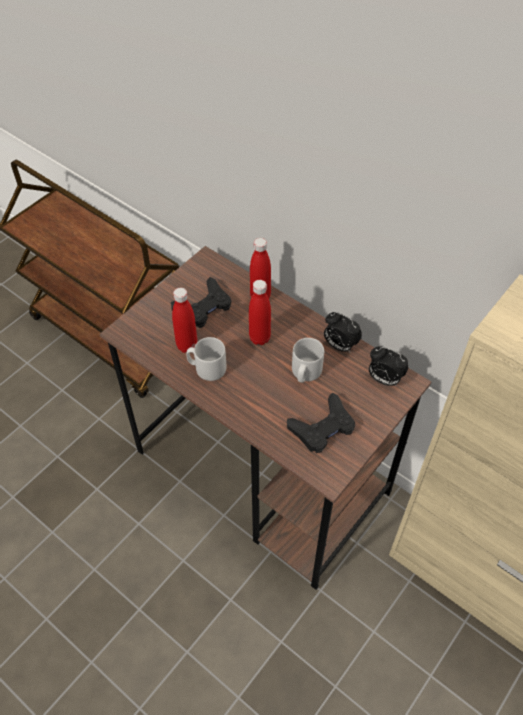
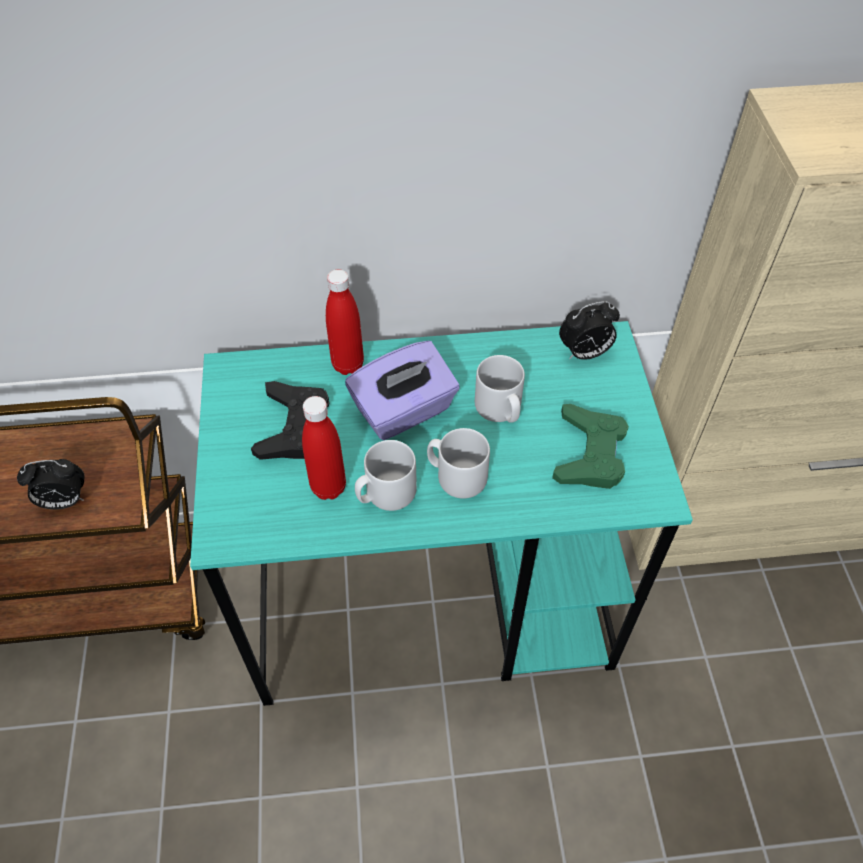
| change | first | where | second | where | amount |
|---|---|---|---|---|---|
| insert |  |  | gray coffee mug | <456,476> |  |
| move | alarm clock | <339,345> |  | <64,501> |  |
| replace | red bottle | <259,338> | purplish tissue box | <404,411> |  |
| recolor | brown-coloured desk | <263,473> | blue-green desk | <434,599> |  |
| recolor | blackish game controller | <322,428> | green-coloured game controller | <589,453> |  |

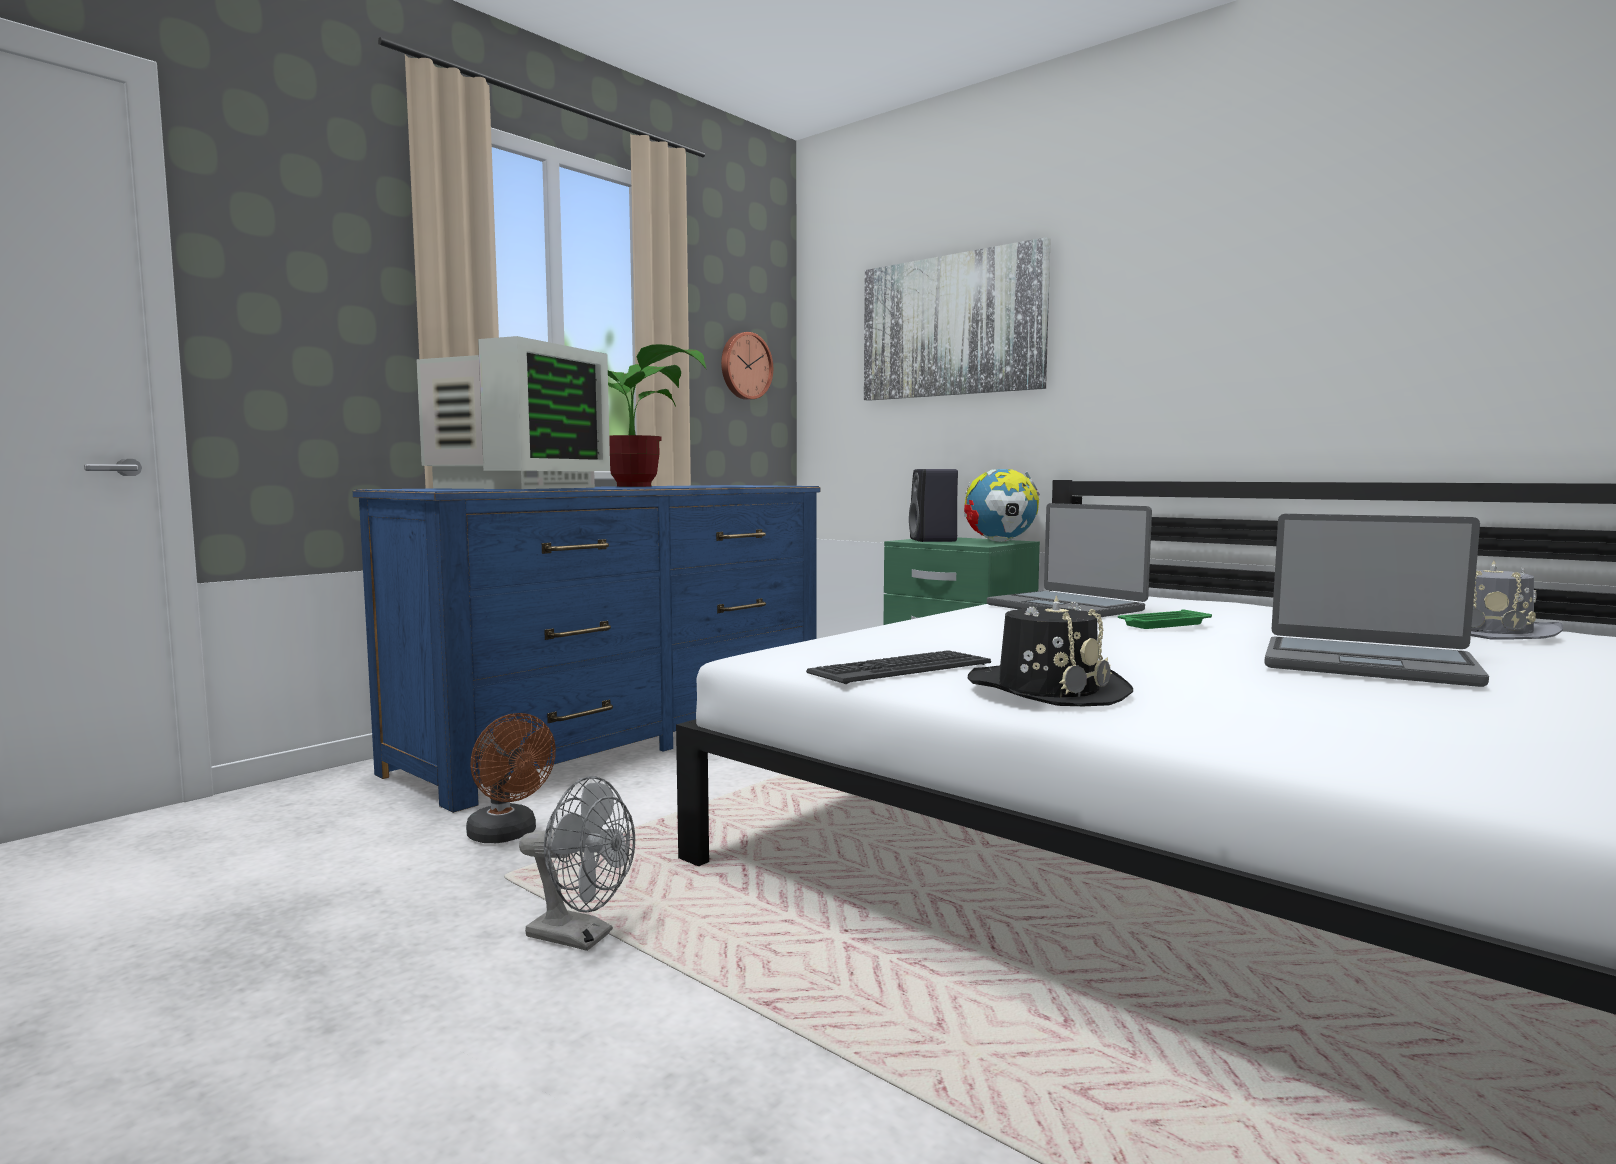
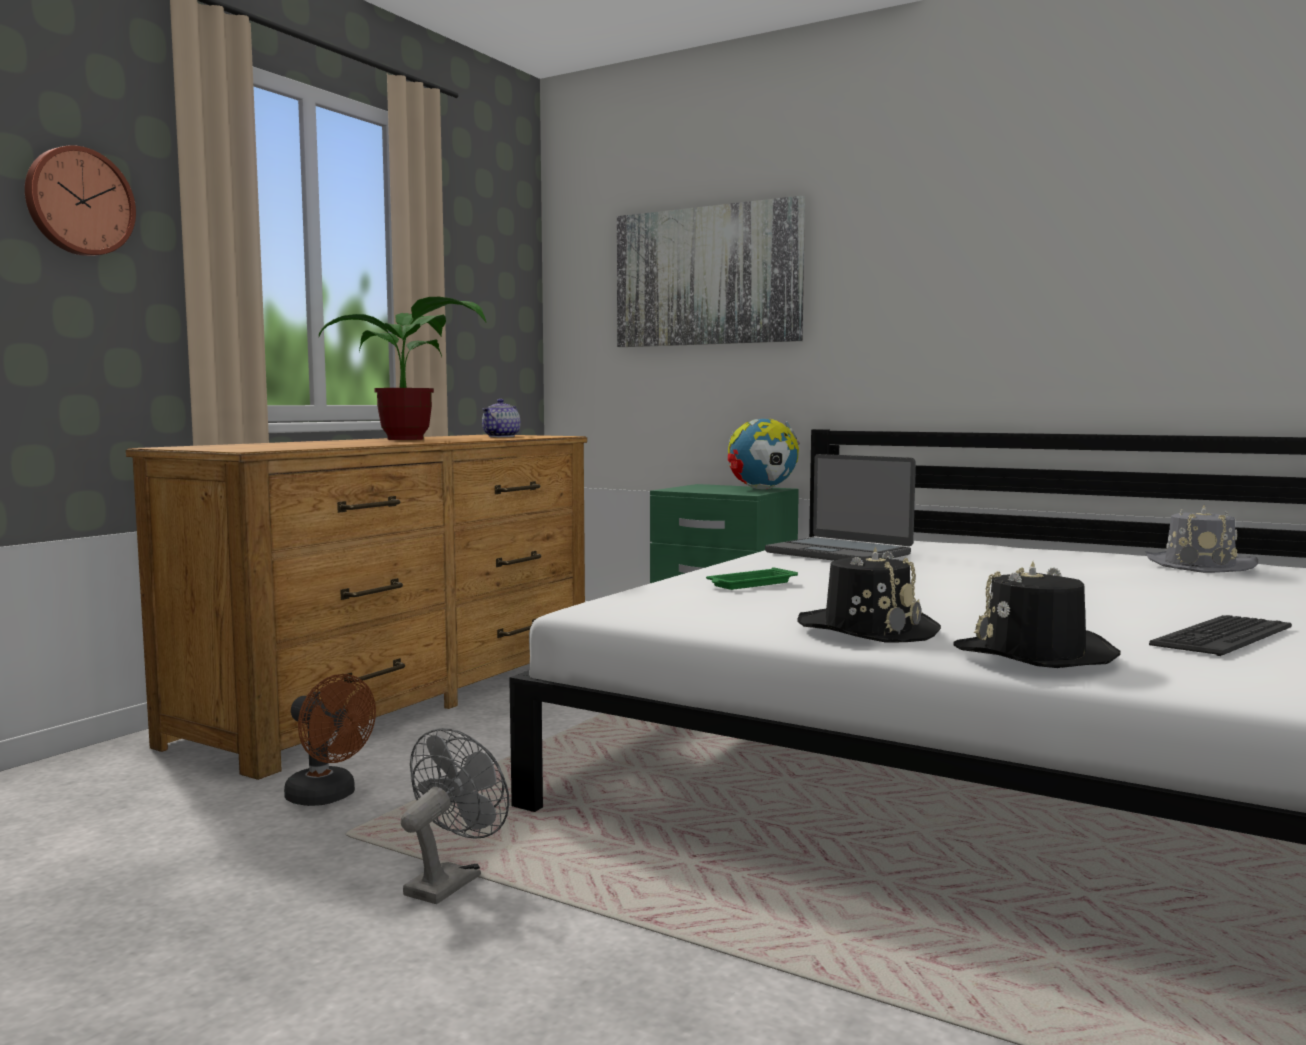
| change | first | where | second | where | amount |
|---|---|---|---|---|---|
| delete | computer screen | <515,488> |  |  |  |
| delete | blackish loudspeaker | <934,540> |  |  |  |
| delete | notebook computer | <1367,664> |  |  |  |
| insert |  |  | teapot | <502,437> |  |
| insert |  |  | blackish wearable hat | <1035,654> |  |
| move | hanging clock | <745,366> |  | <78,202> |  |
| move | PC keyboard | <899,668> |  | <1220,636> |  |
| move | green-coloured tray | <1162,624> |  | <750,584> |  |
| recolor | blue drawer chest | <624,736> | brown-coloured drawer chest | <400,696> |  |
| rotate | gray cooling fan | <581,937> |  | <450,881> | 75 degrees counterclockwise |

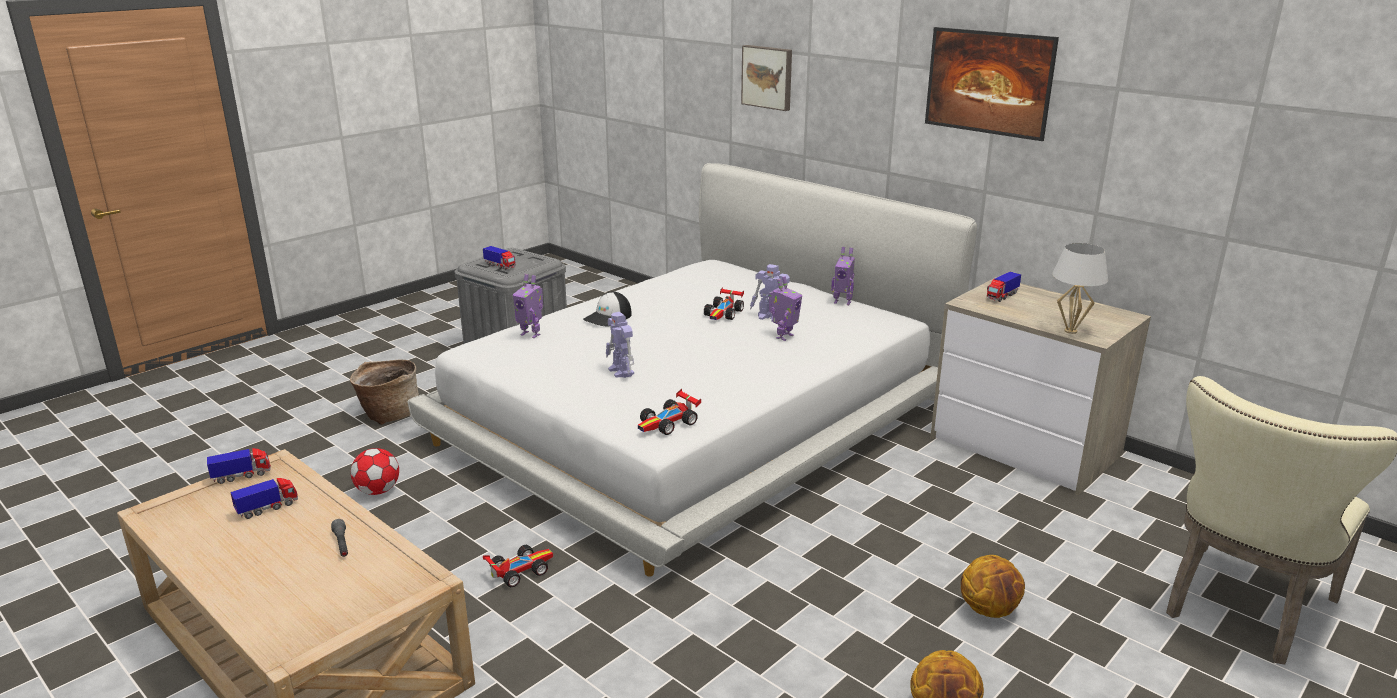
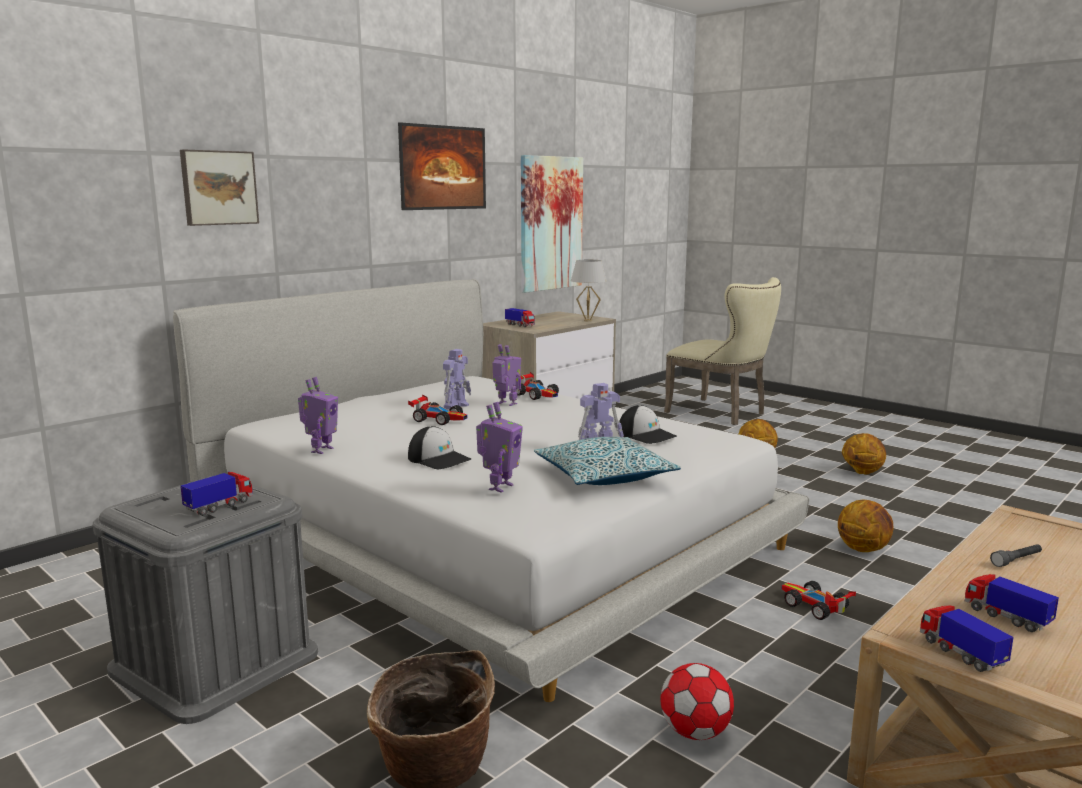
| change | first | where | second | where | amount |
|---|---|---|---|---|---|
| insert |  |  | wall picture | <551,223> |  |
| insert |  |  | cushion | <604,476> |  |
| insert |  |  | cap | <646,435> |  |
| insert |  |  | ball for basketball | <863,549> |  |
| move | model car | <669,423> |  | <537,395> |  |
| move | toy robot | <842,302> |  | <321,450> |  |

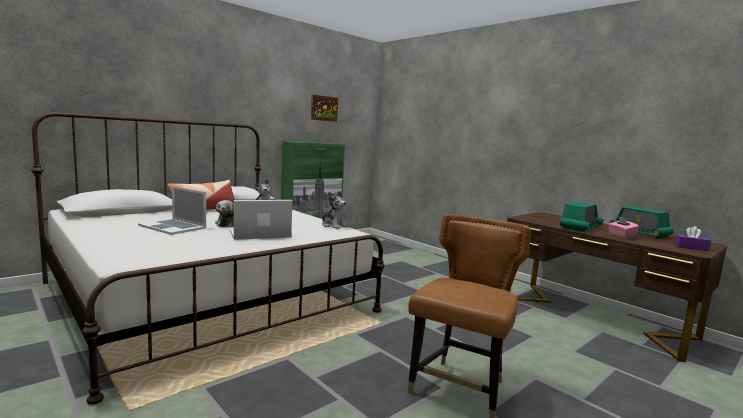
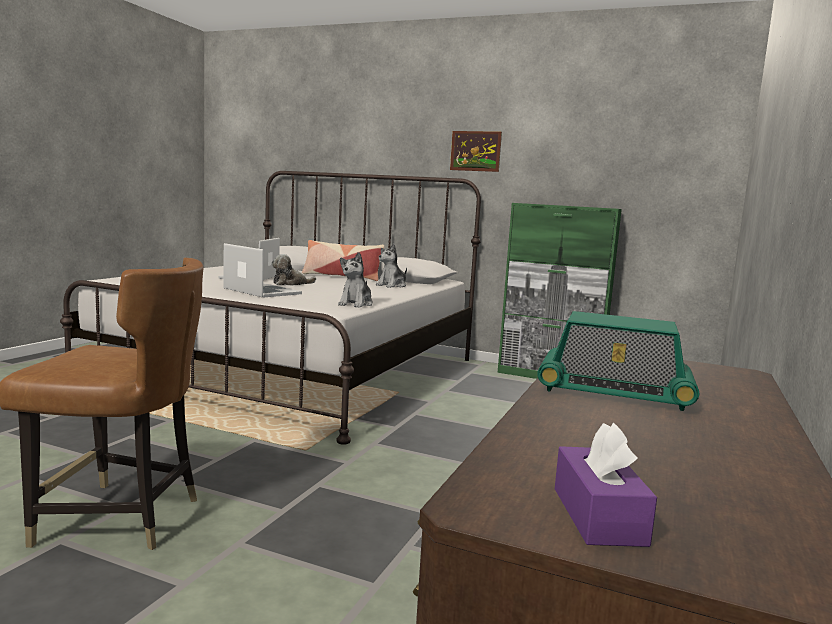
| change | first | where | second | where | amount |
|---|---|---|---|---|---|
| delete | pink-coloured tissue box | <621,236> |  |  |  |
| delete | radio receiver | <639,233> |  |  |  |
| move | wall picture | <324,108> |  | <475,151> |  |

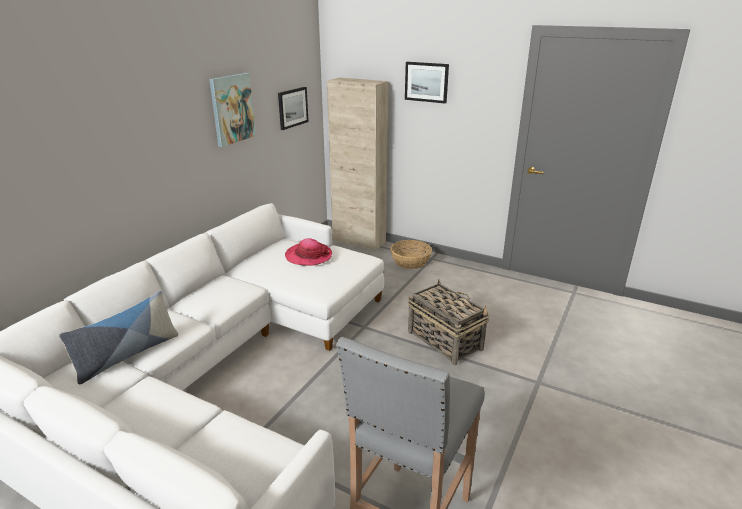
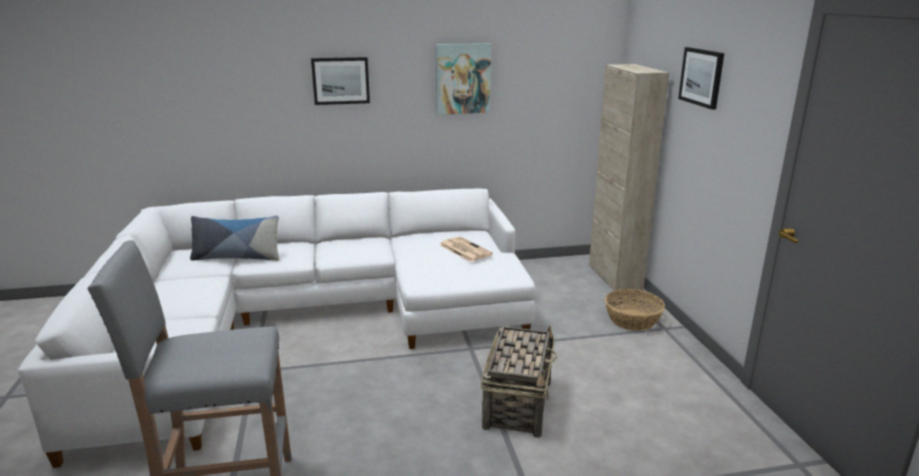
| change | first | where | second | where | amount |
|---|---|---|---|---|---|
| move | wall picture | <292,107> |  | <341,80> |  |
| replace | wearable hat | <308,256> | newspaper | <464,249> |  |

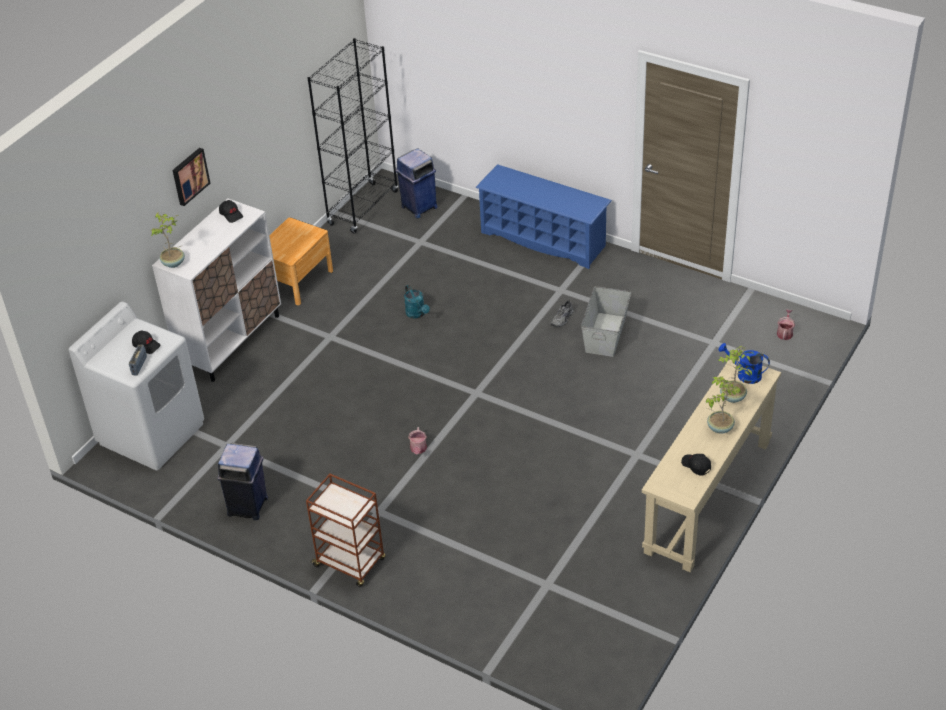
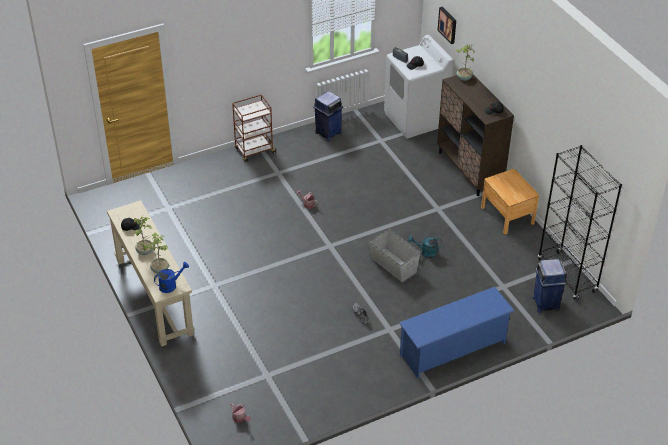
| change | first | where | second | where | amount |
|---|---|---|---|---|---|
| move | wall picture | <189,176> |  | <448,25> |  |
| move | gray storage bin | <606,334> |  | <393,265> |  |
| recolor | white-coloured storage cabinet | <231,341> | brown-coloured storage cabinet | <469,170> |  |

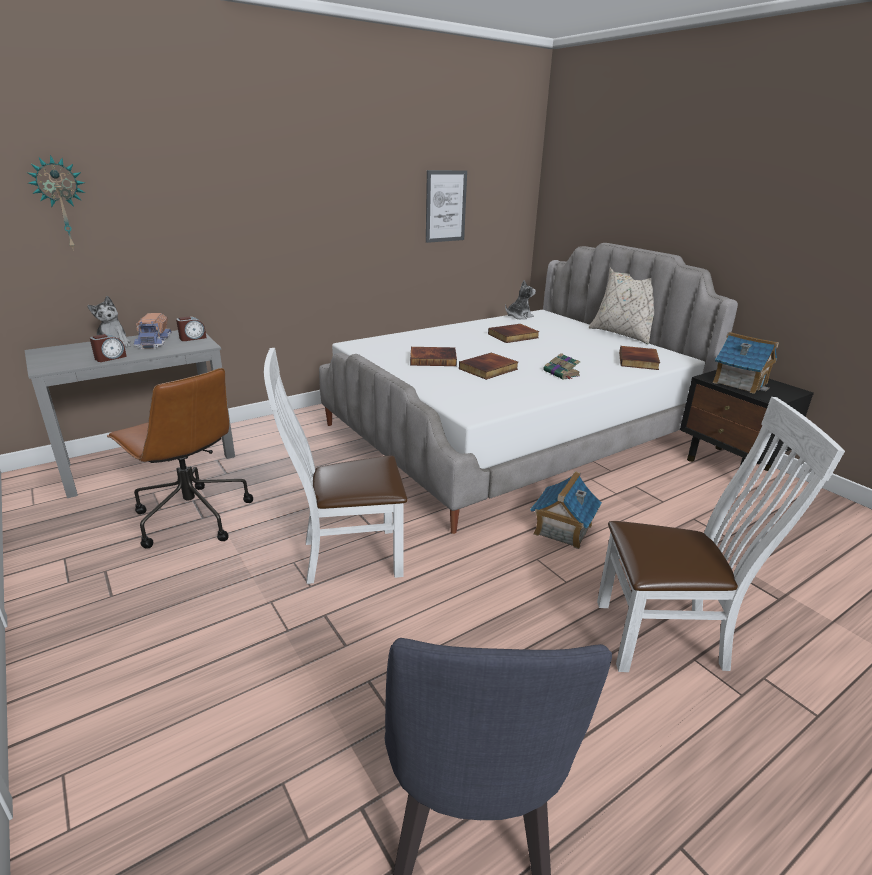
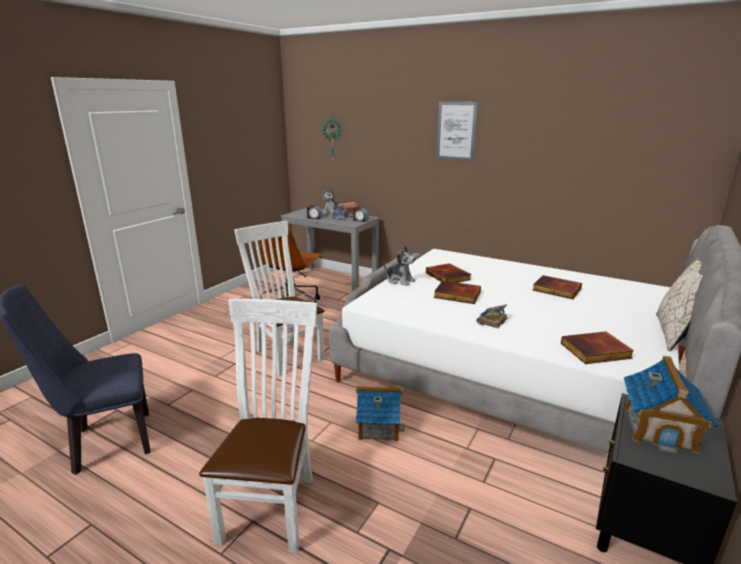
| change | first | where | second | where | amount |
|---|---|---|---|---|---|
| move | wall picture | <445,206> |  | <456,131> |  |
| move | cuddly toy | <519,316> |  | <399,281> |  |
| rotate | white-coloured plain chair | <668,637> |  | <272,503> | 150 degrees counterclockwise |

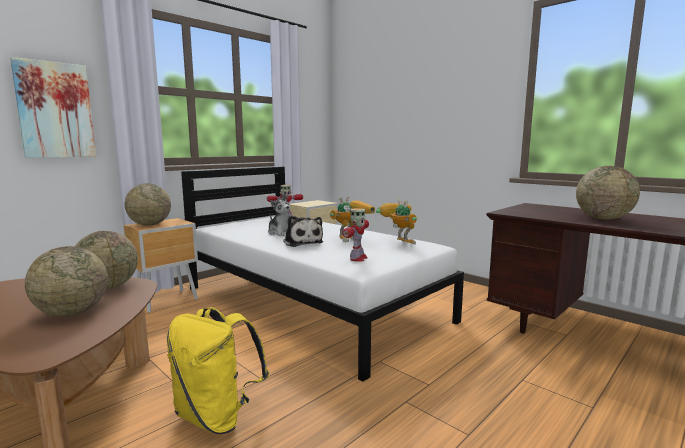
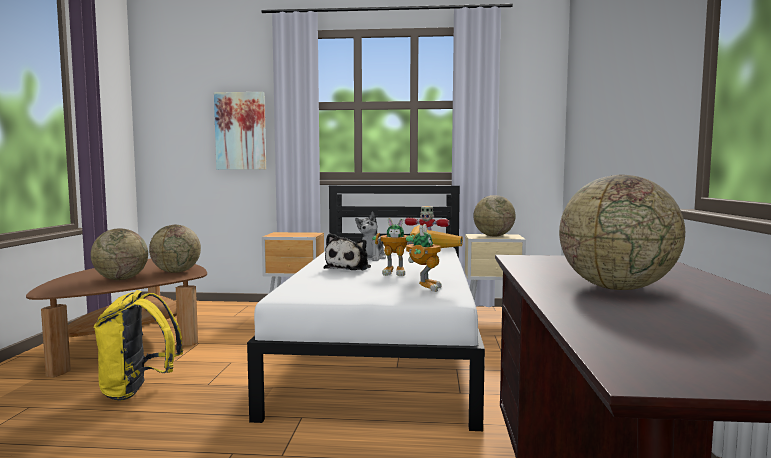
| change | first | where | second | where | amount |
|---|---|---|---|---|---|
| delete | toy robot | <357,258> |  |  |  |
| move | world globe | <150,225> |  | <493,236> |  |

